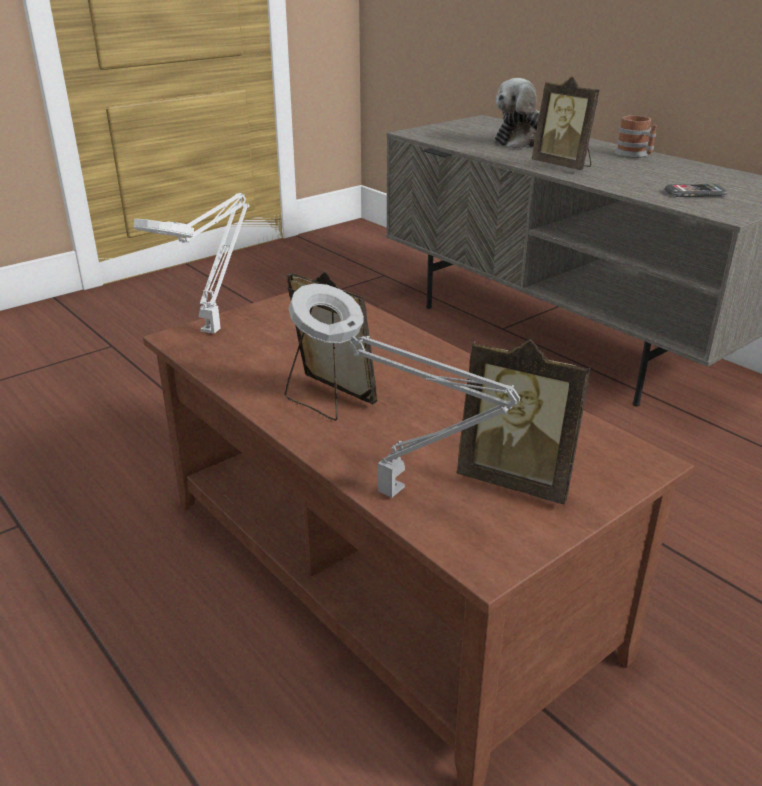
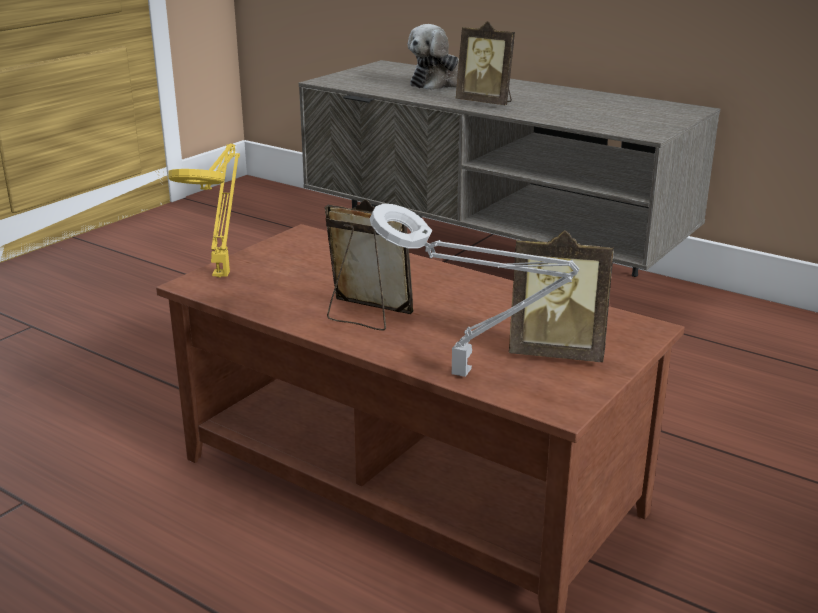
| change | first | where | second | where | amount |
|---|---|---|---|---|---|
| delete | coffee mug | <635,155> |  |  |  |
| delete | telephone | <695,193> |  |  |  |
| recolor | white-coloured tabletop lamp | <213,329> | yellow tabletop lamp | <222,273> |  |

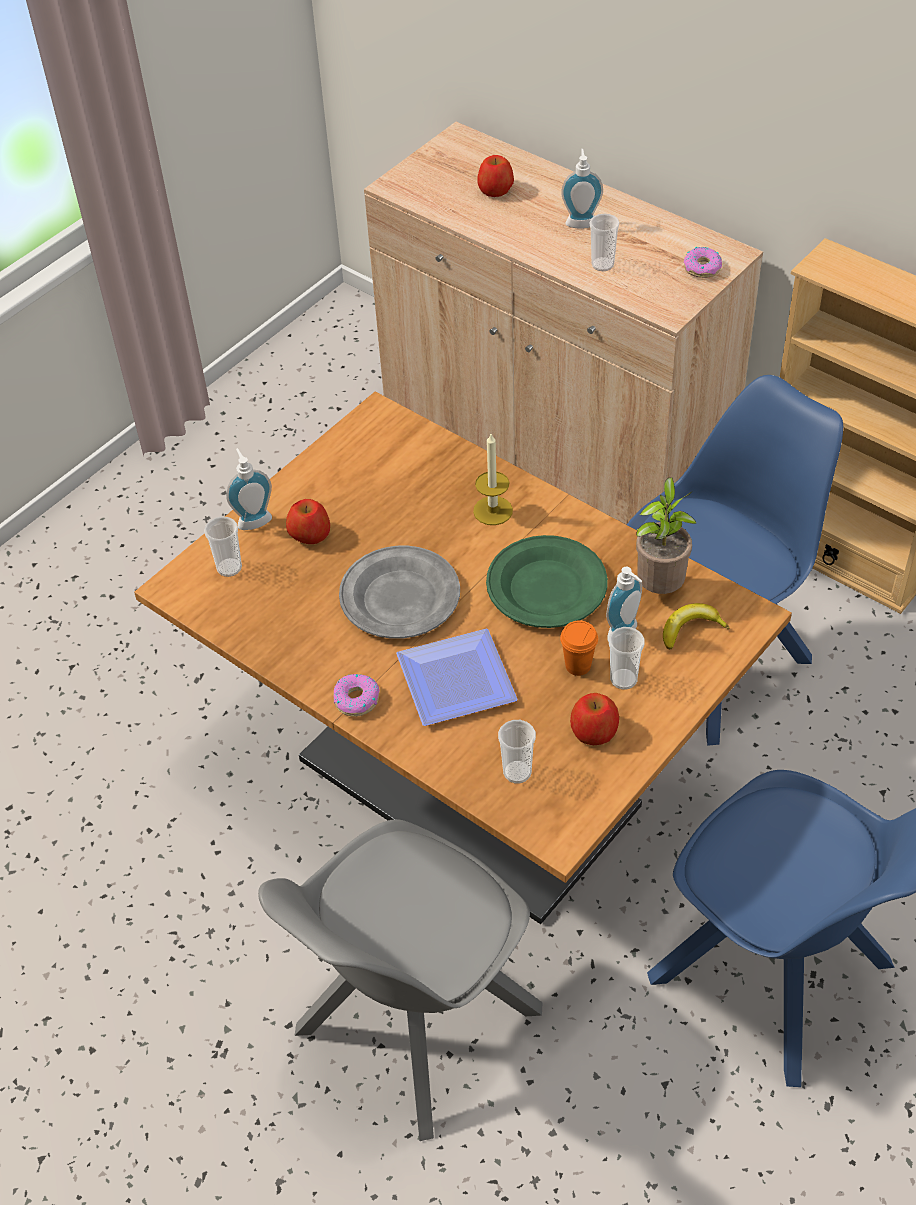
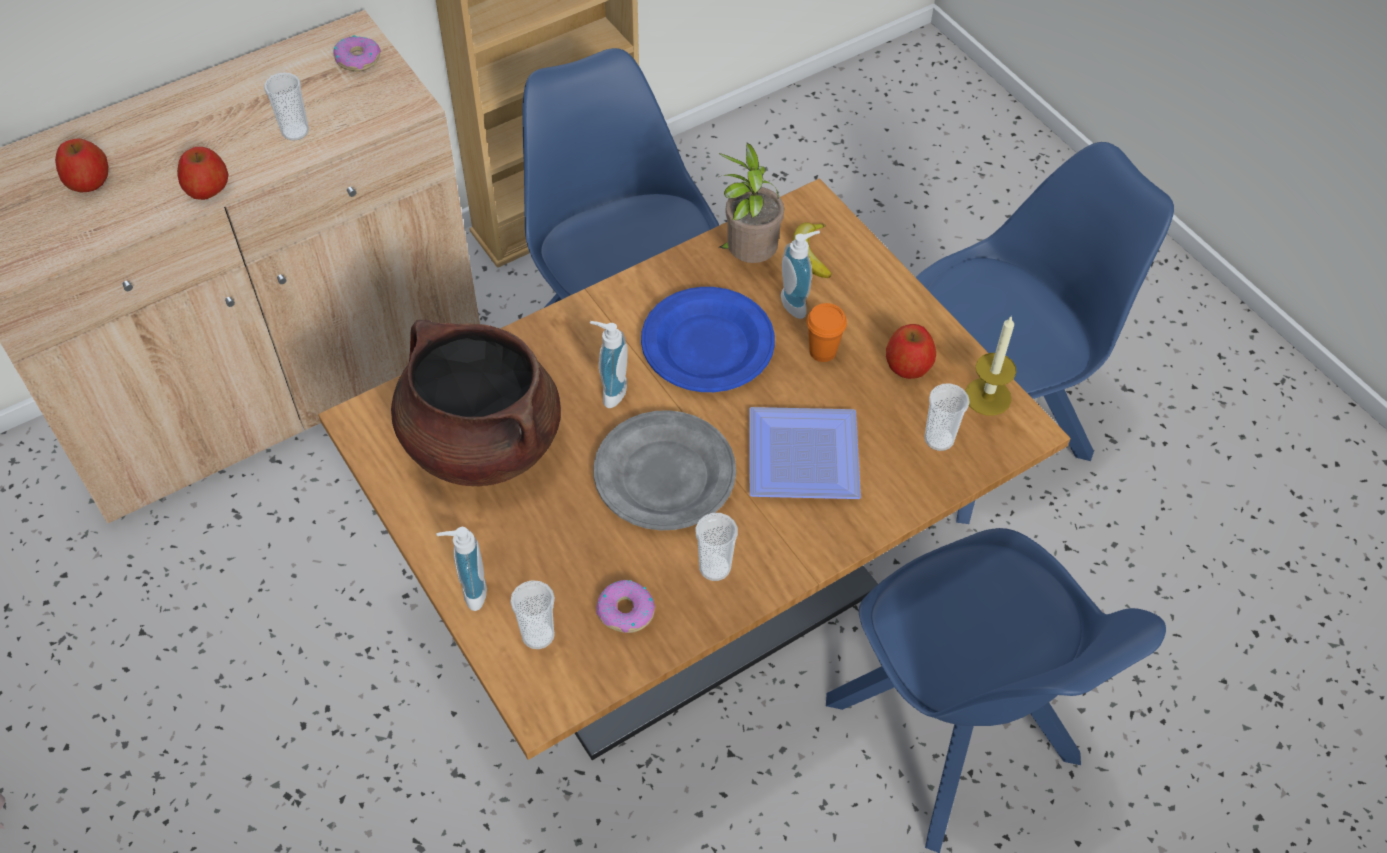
| change | first | where | second | where | amount |
|---|---|---|---|---|---|
| insert |  |  | brown-coloured saucepot | <481,442> |  |
| move | apple | <310,534> |  | <207,188> |  |
| move | donut | <356,699> |  | <625,611> |  |
| move | wax candle | <493,510> |  | <987,396> |  |
| move | soap bottle | <581,221> |  | <610,391> |  |
| move | drinking cup | <623,679> |  | <714,568> |  |
| recolor | gray plain chair | <413,1025> | blue plain chair | <955,736> |  |
| recolor | green-coloured plate | <545,587> | blue plate | <707,346> |  |

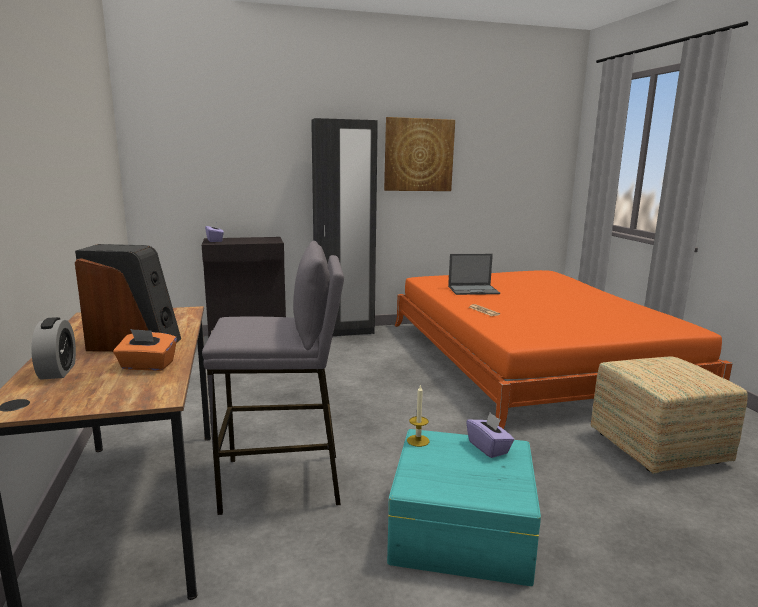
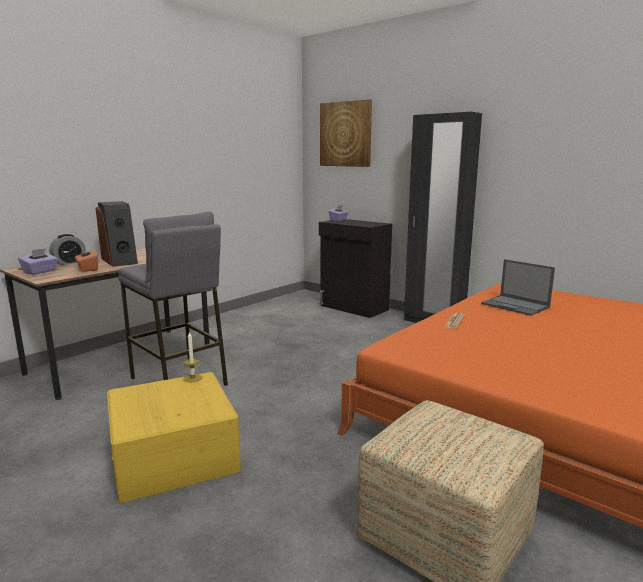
| change | first | where | second | where | amount |
|---|---|---|---|---|---|
| move | wall picture | <418,155> |  | <345,134> |  |
| move | purplish tissue box | <488,448> |  | <40,272> |  |
| recolor | blue-green storage bin | <460,528> | yellow storage bin | <174,454> |  |

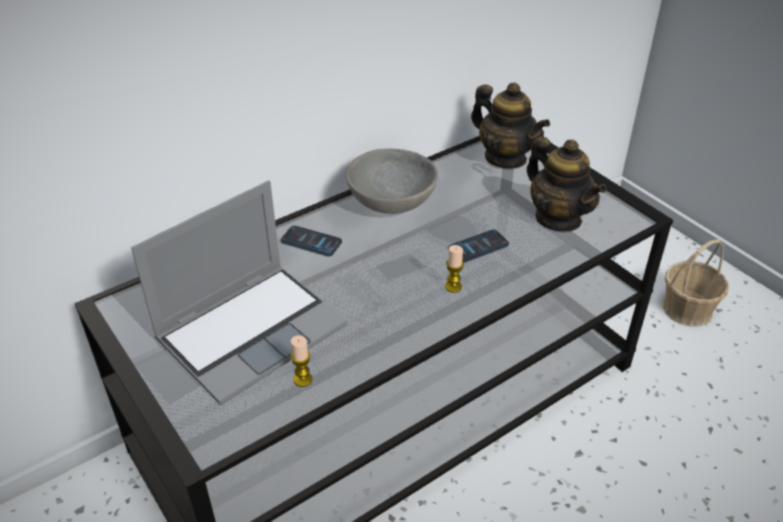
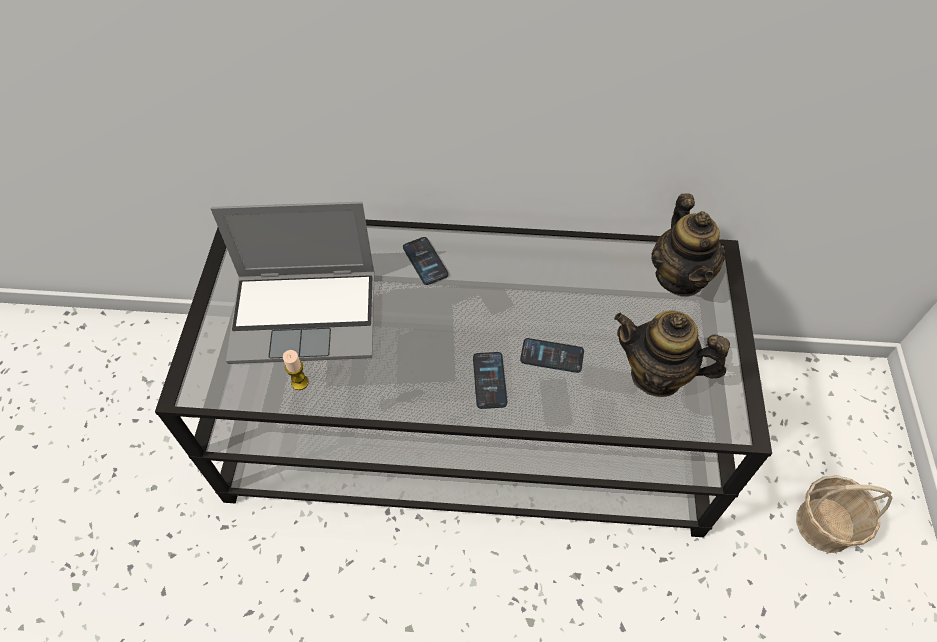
| change | first | where | second | where | amount |
|---|---|---|---|---|---|
| delete | gray bowl | <393,201> |  |  |  |
| replace | wax candle | <453,287> | telephone | <489,380> |  |
| rotate | teapot | <558,218> |  | <657,375> | 105 degrees clockwise |

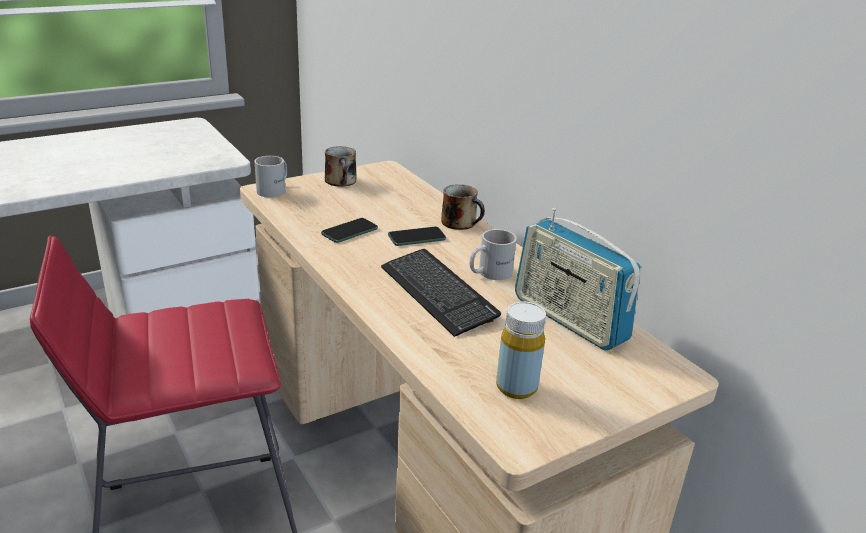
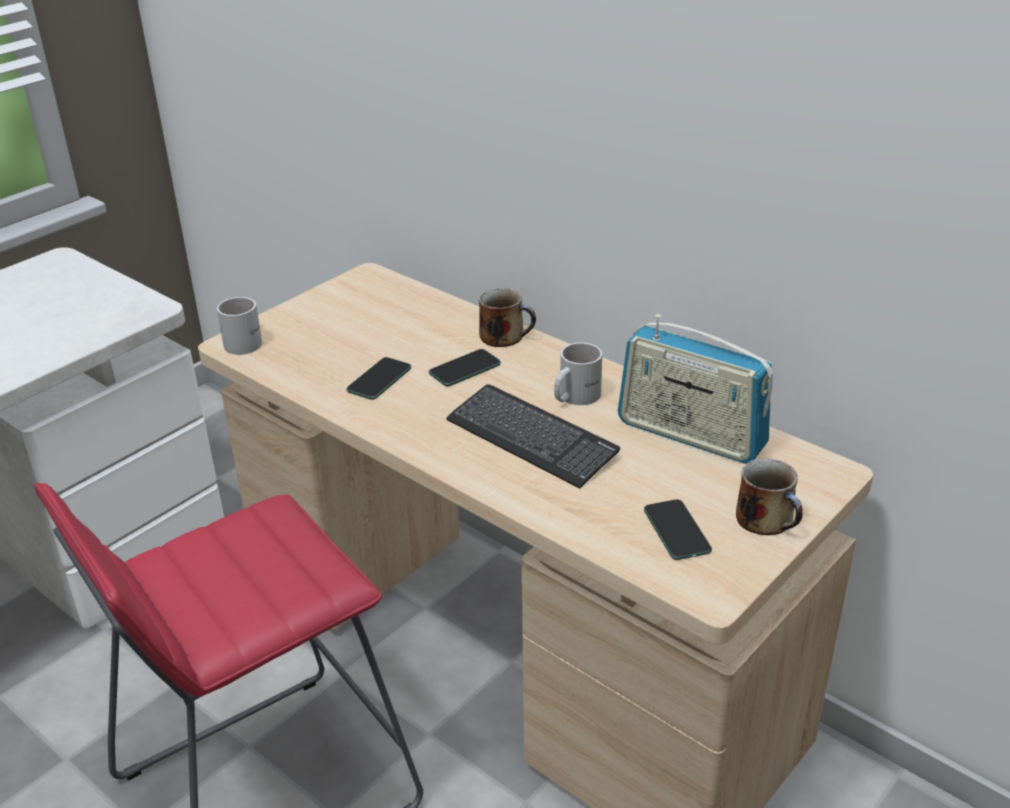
| change | first | where | second | where | amount |
|---|---|---|---|---|---|
| move | coffee mug | <341,181> |  | <767,519> |  |
| replace | yellow bottle | <516,387> | telephone | <676,531> |  |

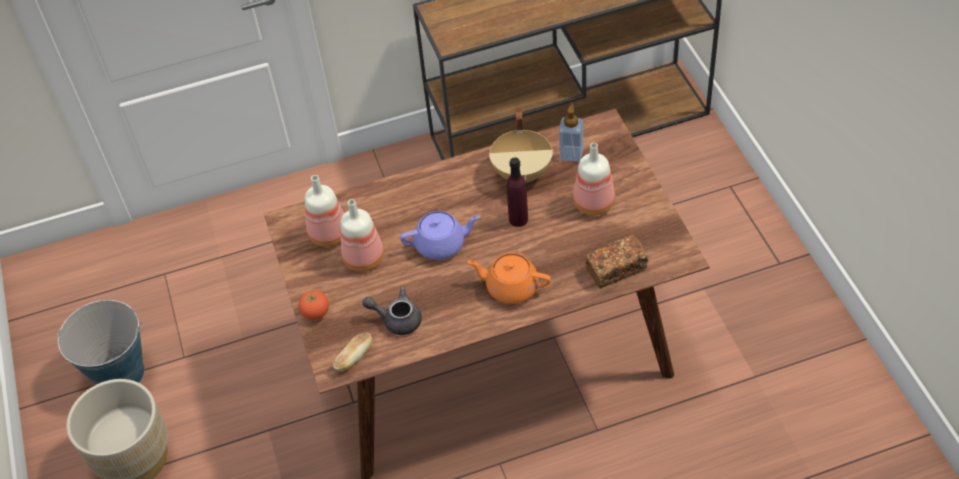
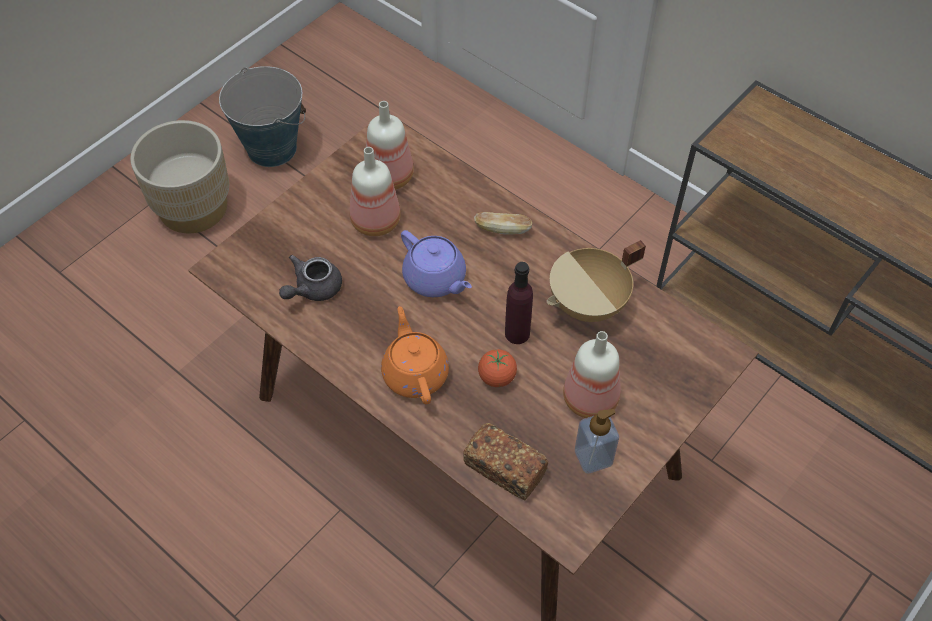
| change | first | where | second | where | amount |
|---|---|---|---|---|---|
| move | fresh tomato | <316,313> |  | <497,377> |  |
| move | bakery bread | <353,357> |  | <502,229> |  |
| move | soap bottle | <571,153> |  | <593,457> |  |
| rotate | gray teapot | <397,319> |  | <313,289> | 120 degrees counterclockwise |

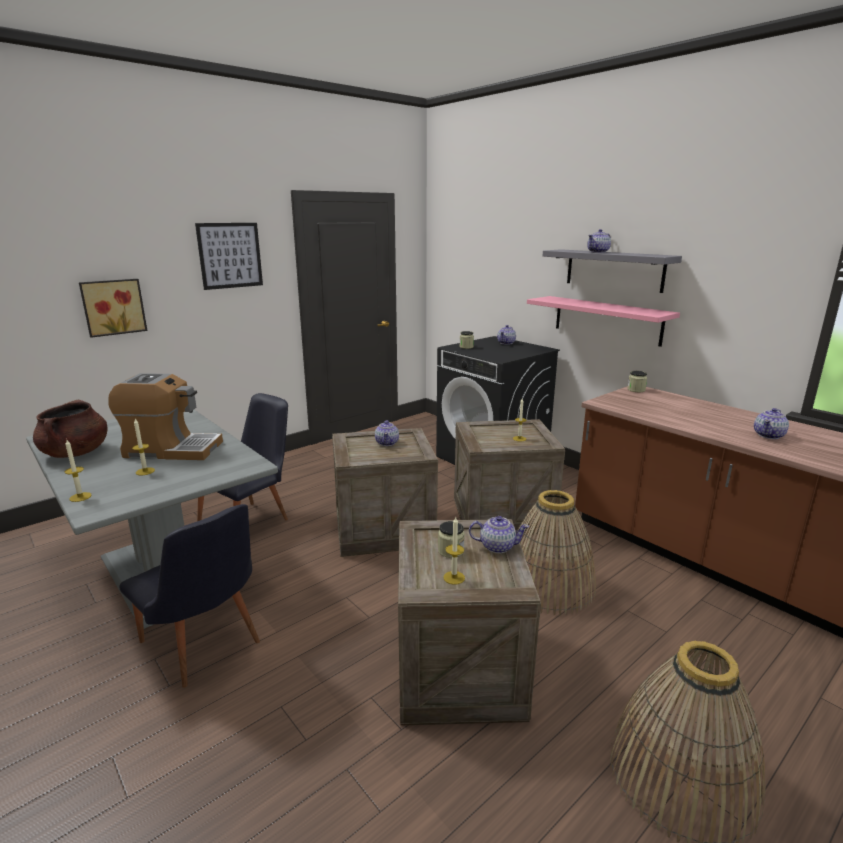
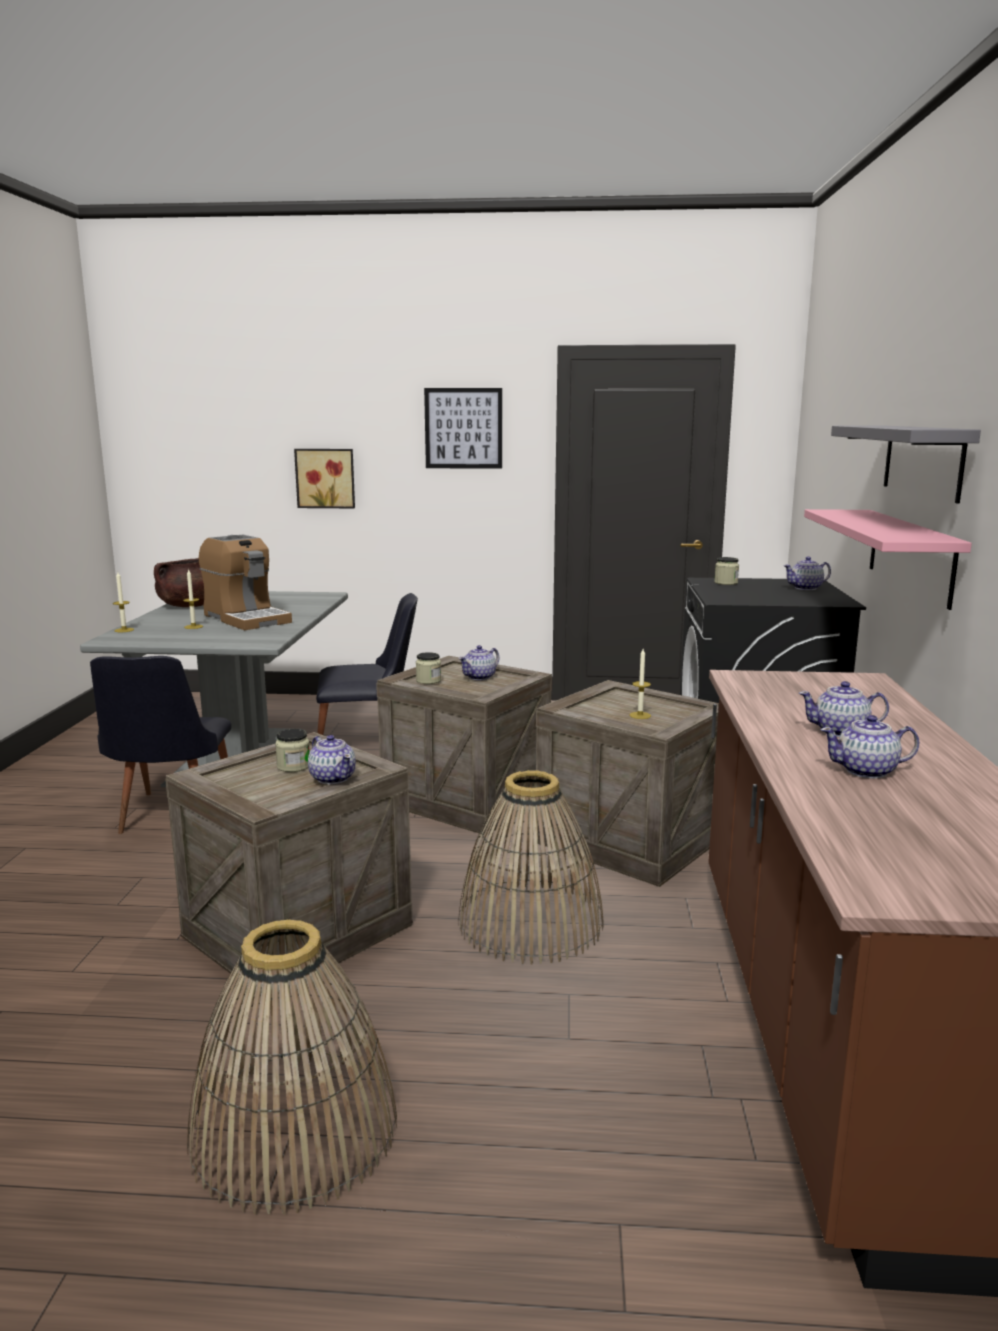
| change | first | where | second | where | amount |
|---|---|---|---|---|---|
| delete | wax candle | <454,577> |  |  |  |
| move | teapot | <598,252> |  | <841,731> |  |
| move | jar | <636,390> |  | <428,681> |  |

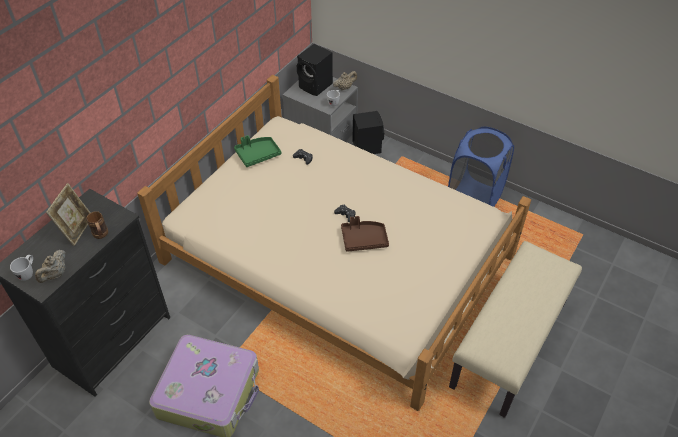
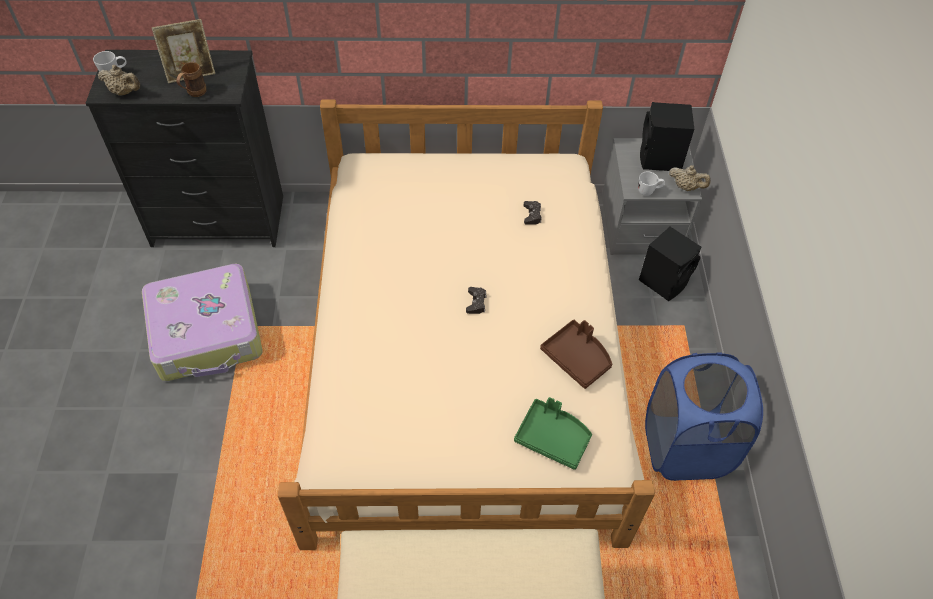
| change | first | where | second | where | amount |
|---|---|---|---|---|---|
| move | green-coloured tray | <257,155> |  | <553,438> |  |
| move | brown-coloured tray | <364,239> |  | <577,358> |  |
| rotate | beige-coloured teapot | <55,274> |  | <124,92> | 150 degrees counterclockwise |

